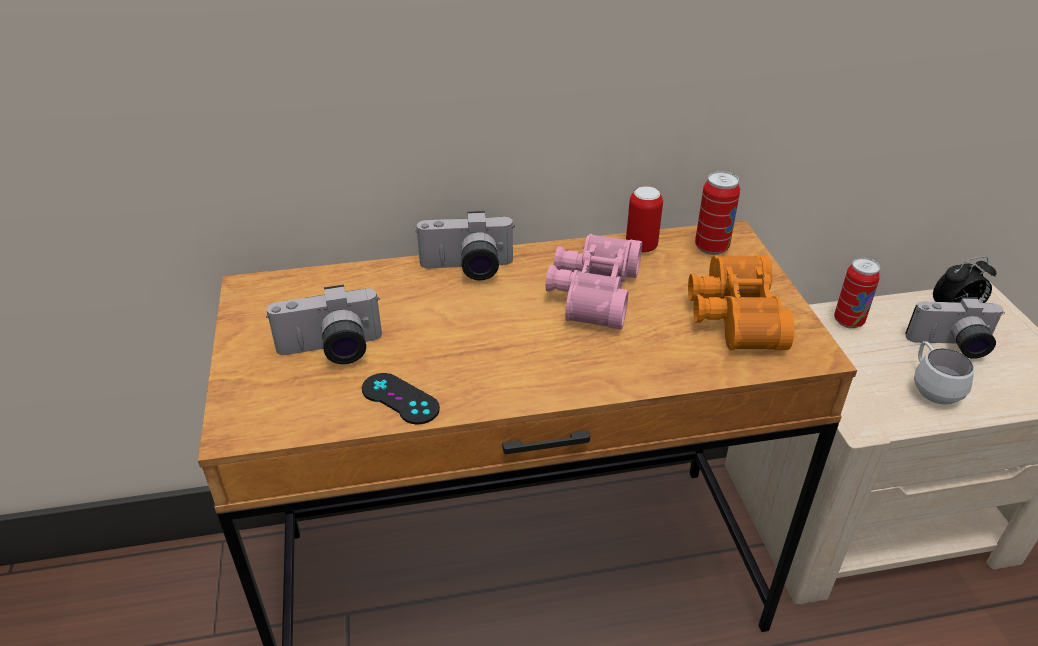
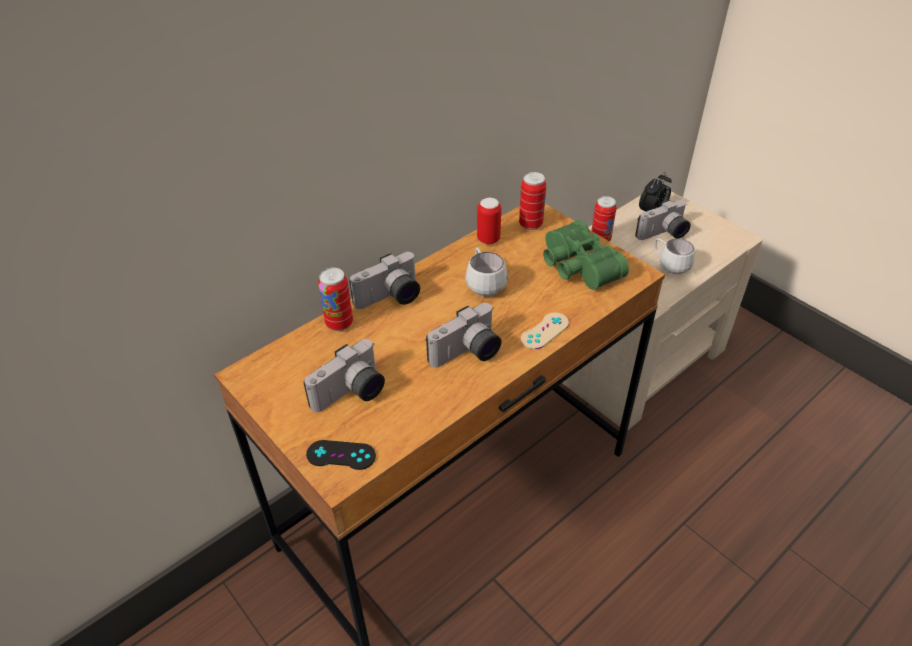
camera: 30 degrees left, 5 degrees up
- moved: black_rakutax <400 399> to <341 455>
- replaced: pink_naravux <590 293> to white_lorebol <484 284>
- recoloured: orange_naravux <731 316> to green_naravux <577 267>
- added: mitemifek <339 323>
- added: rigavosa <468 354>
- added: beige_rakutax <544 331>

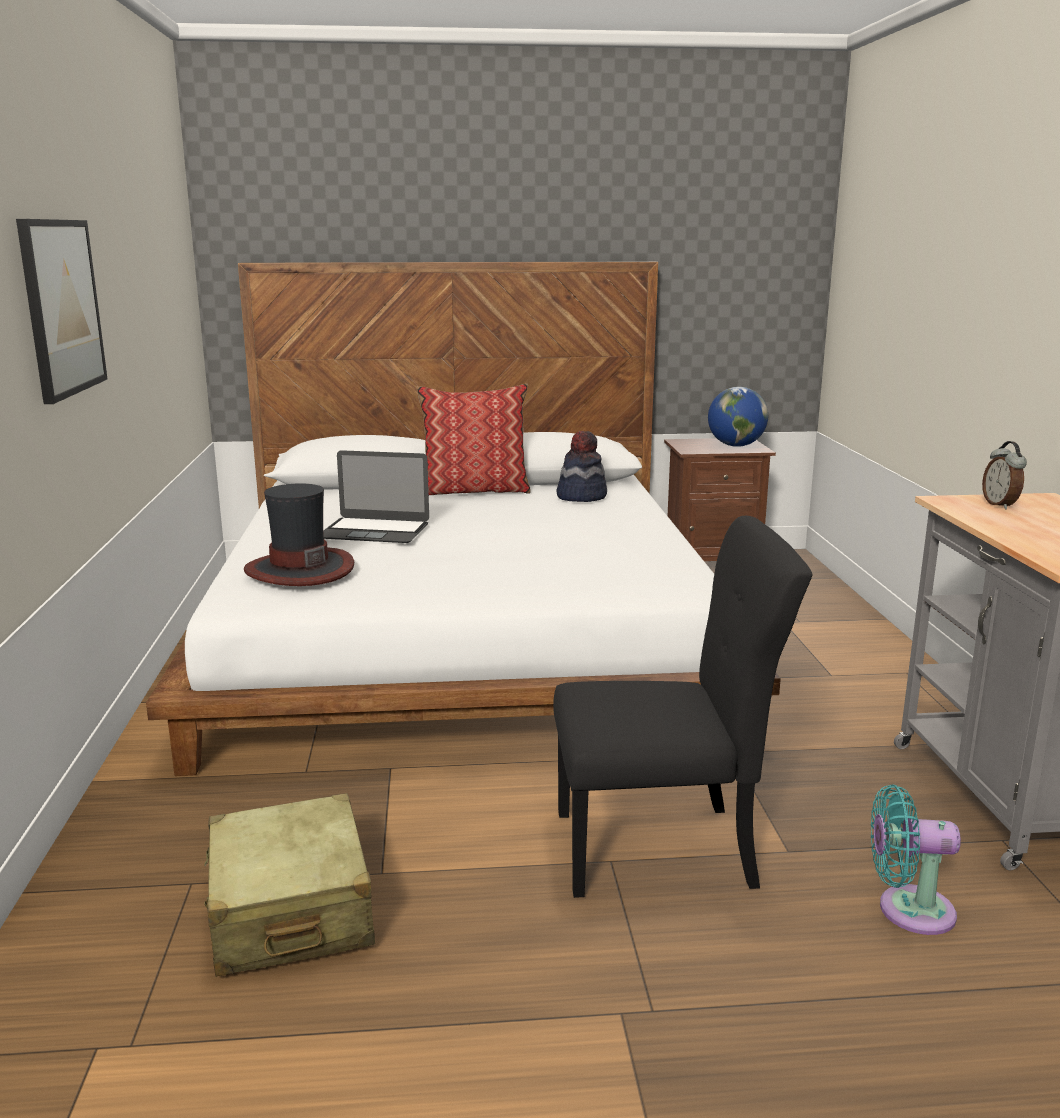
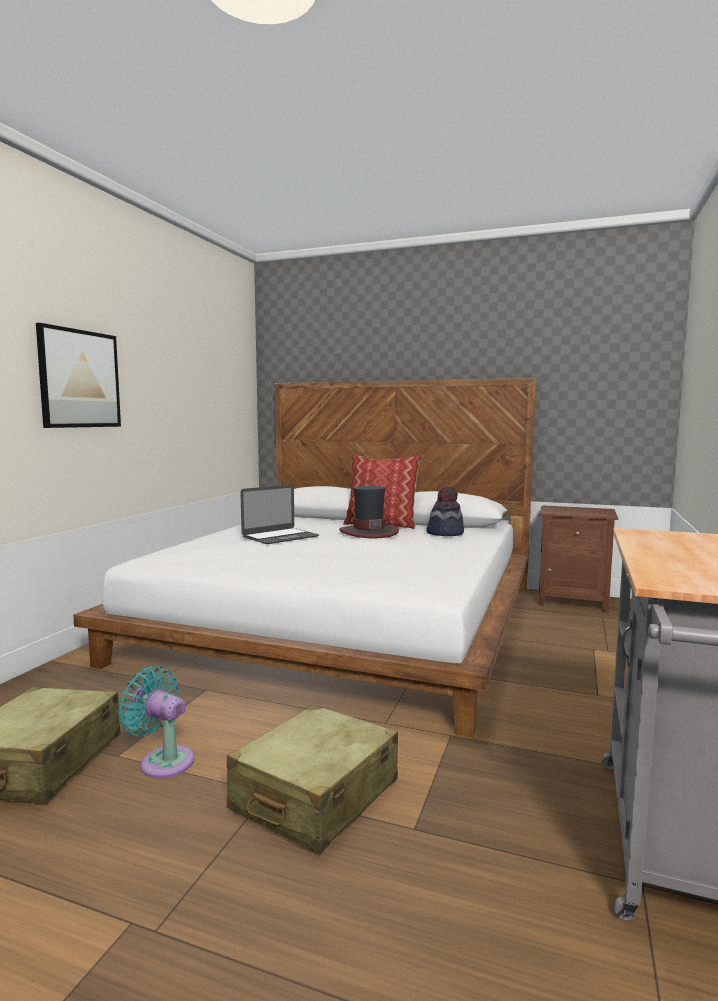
camera: 25 degrees right, 10 degrees down
- moved: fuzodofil <299 569> to <368 532>
- turned: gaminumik <374 531> = <280 536> 75 degrees counterclockwise
- replaced: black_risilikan <663 849> to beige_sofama <315 796>
- removed: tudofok <736 446>
- moved: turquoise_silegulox <908 910> to <163 760>
- removed: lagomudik <1000 505>

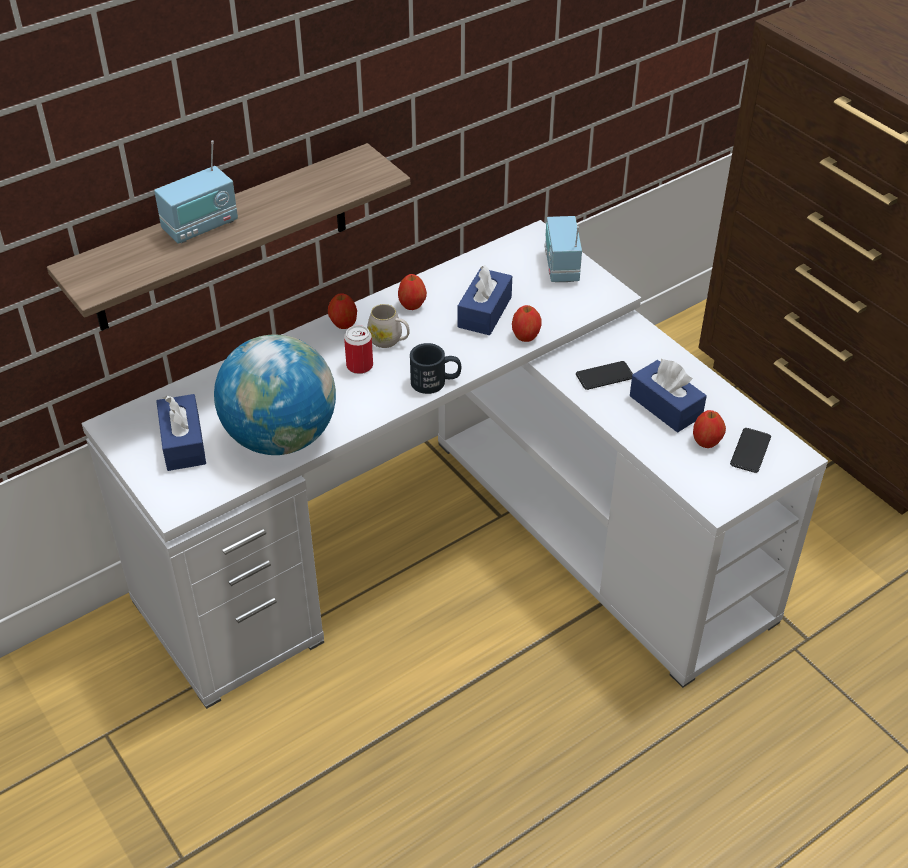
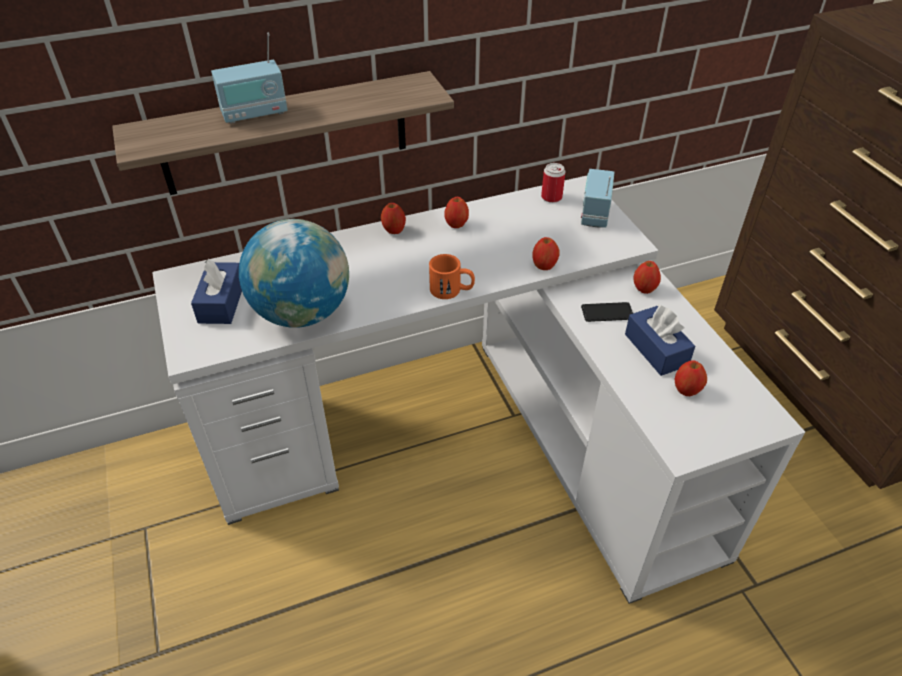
camera: 15 degrees right, 0 degrees up
- moved: mitemifek <359 366> to <551 197>
- removed: white_lorebol <389 340>
- recoloured: black_lorebol <435 382> to orange_lorebol <452 290>
- removed: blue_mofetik <484 312>
- removed: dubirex <750 451>
- added: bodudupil <644 288>

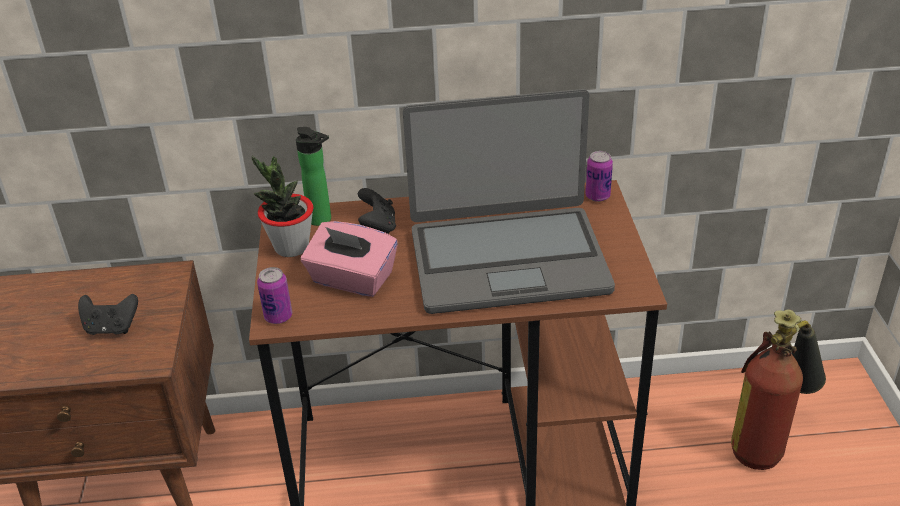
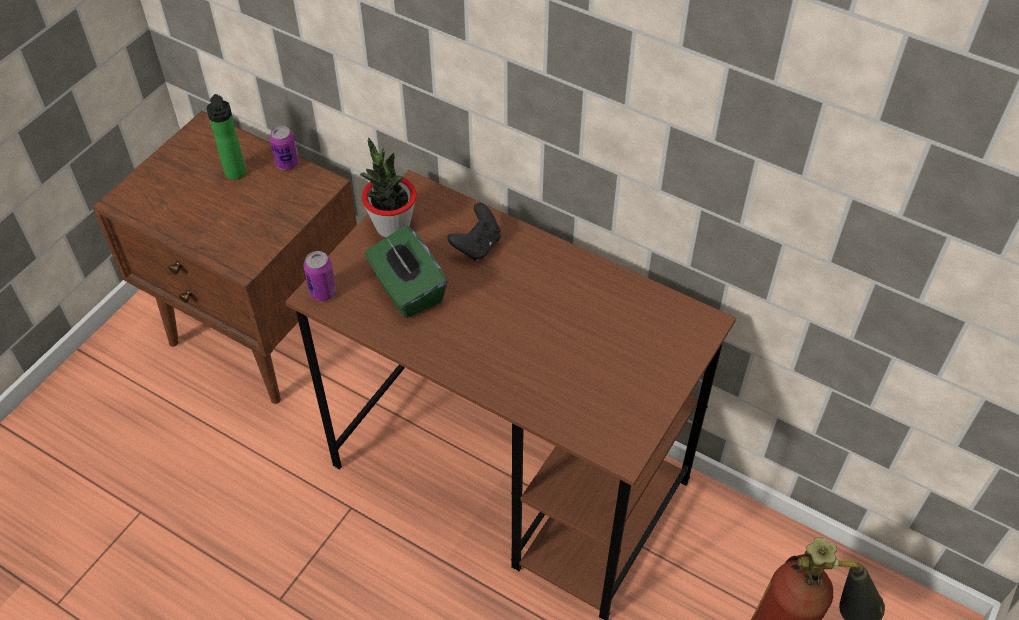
camera: 35 degrees right, 15 degrees up
- removed: black_rakutax <111 328>
- moved: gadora <322 220> to <236 175>
- recoloured: pink_mofetik <352 280> to green_mofetik <407 290>
- removed: gaminumik <507 259>
- moved: mitemifek <597 196> to <287 164>

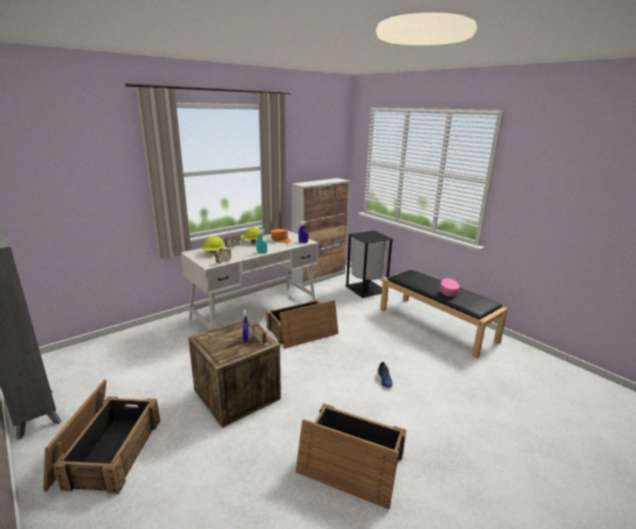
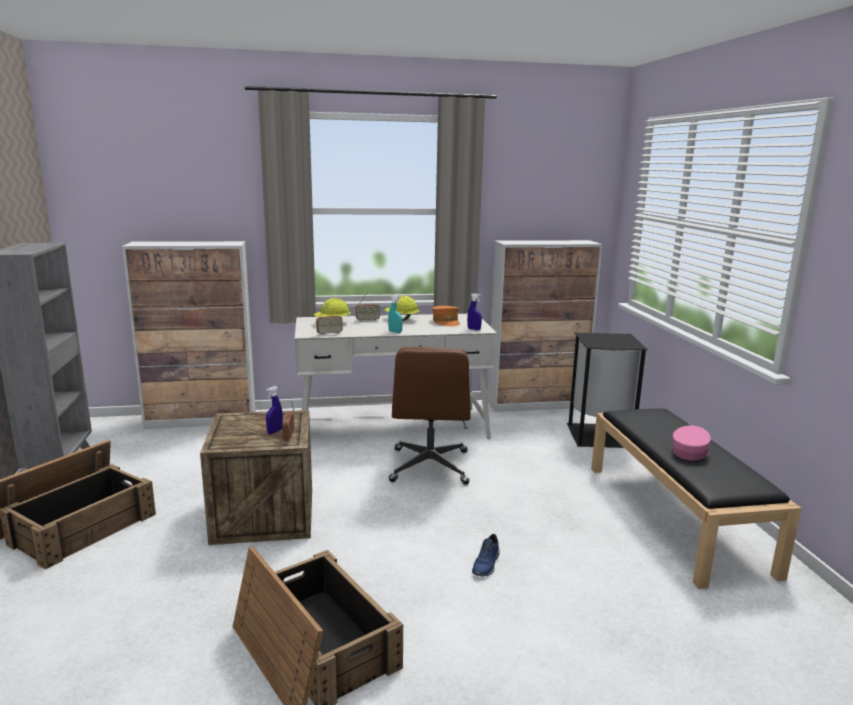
camera: 30 degrees right, 5 degrees down
- replaced: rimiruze <301 331> to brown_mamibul <430 467>
- added: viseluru <202 420>

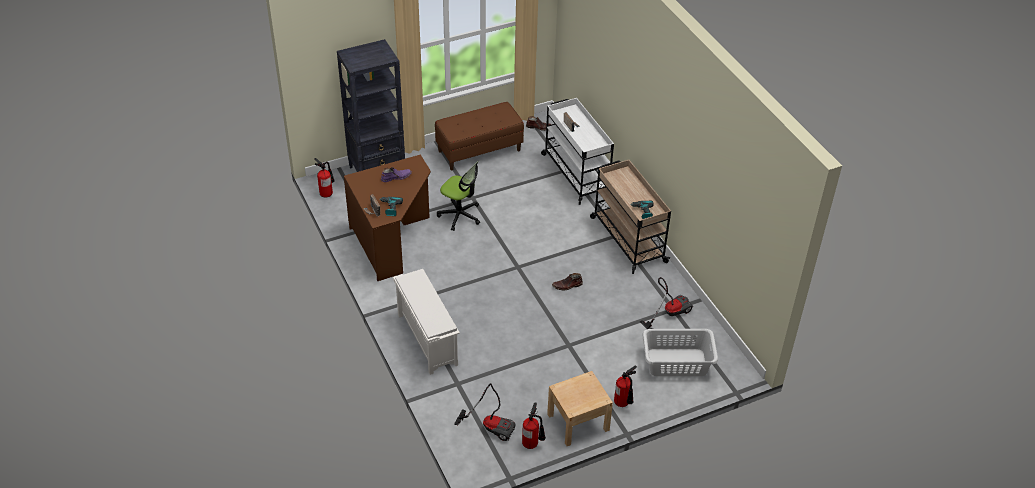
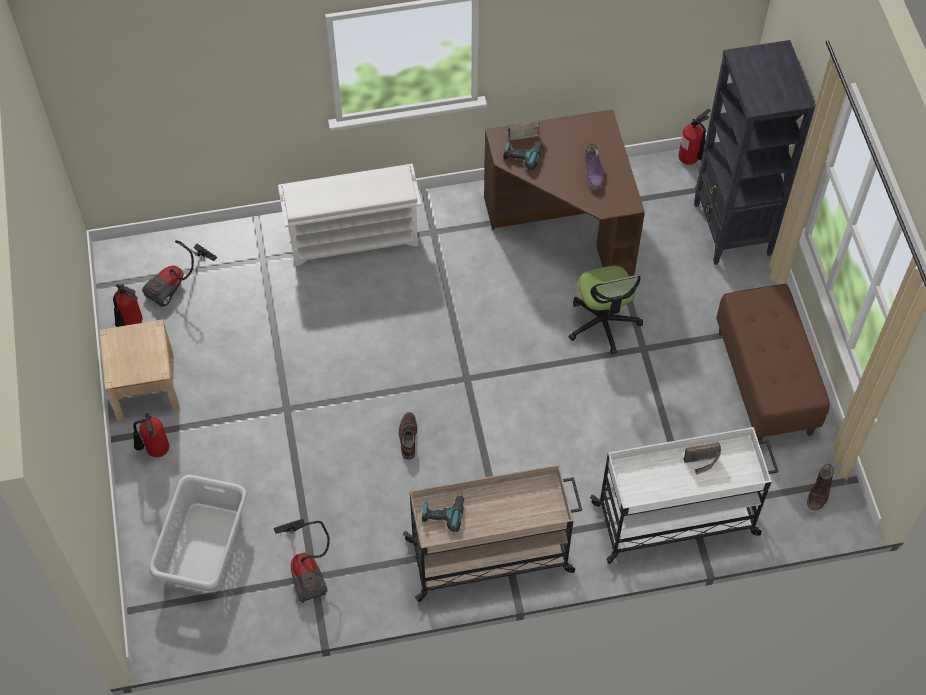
camera: 105 degrees right, 15 degrees up
- turned: mamibul <460 215> = <603 323> 60 degrees counterclockwise

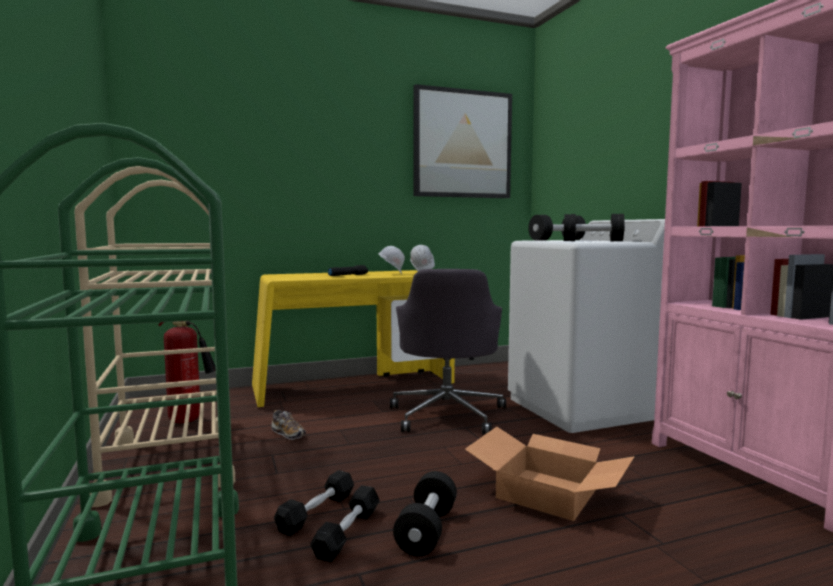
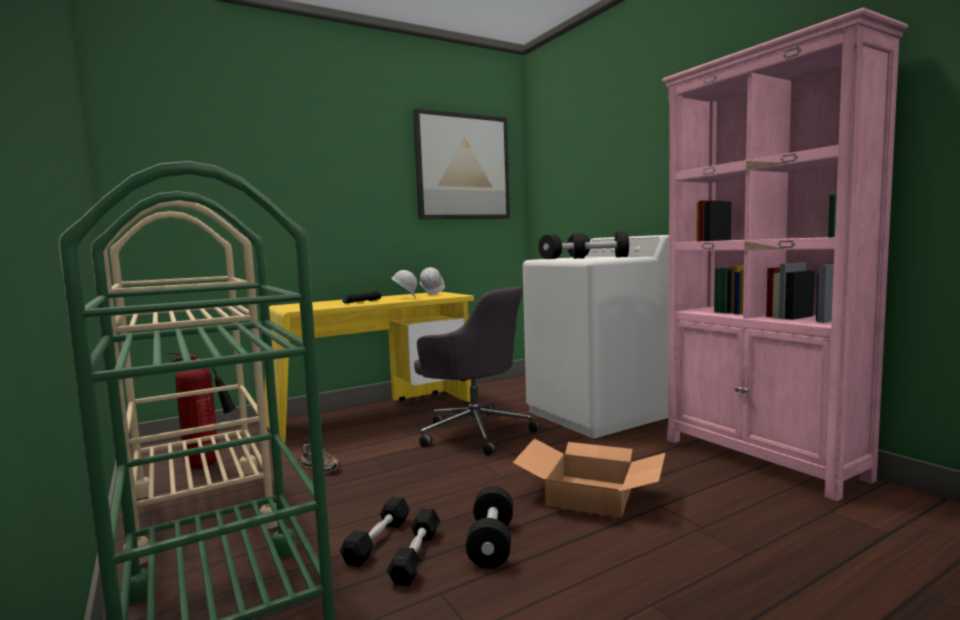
camera: 10 degrees left, 0 degrees up
- turned: grey_mamibul <448 414> = <475 432> 45 degrees counterclockwise

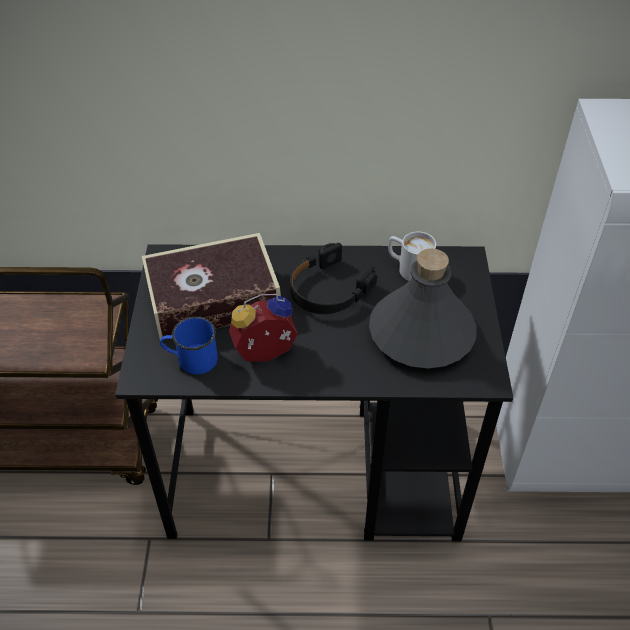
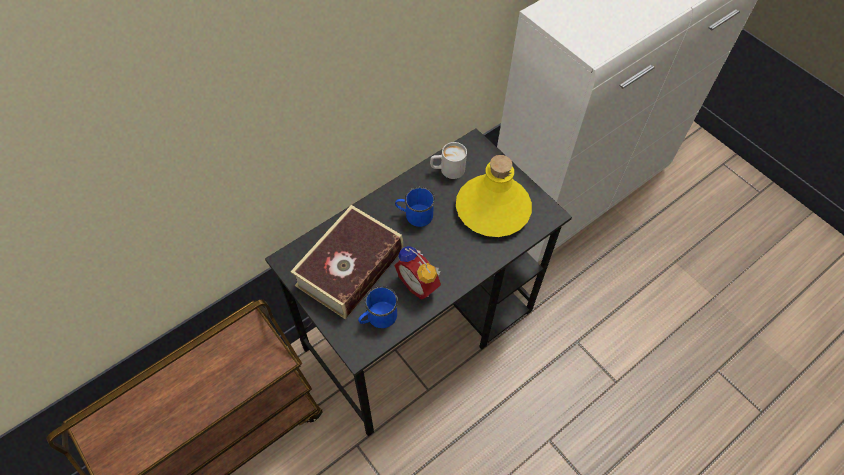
camera: 40 degrees left, 10 degrees up
- turned: lagomudik <266 355> = <420 284> 75 degrees counterclockwise
- replaced: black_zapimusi <328 290> to blue_lorebol <414 215>
- recoloured: grey_gadora <422 334> to yellow_gadora <493 209>

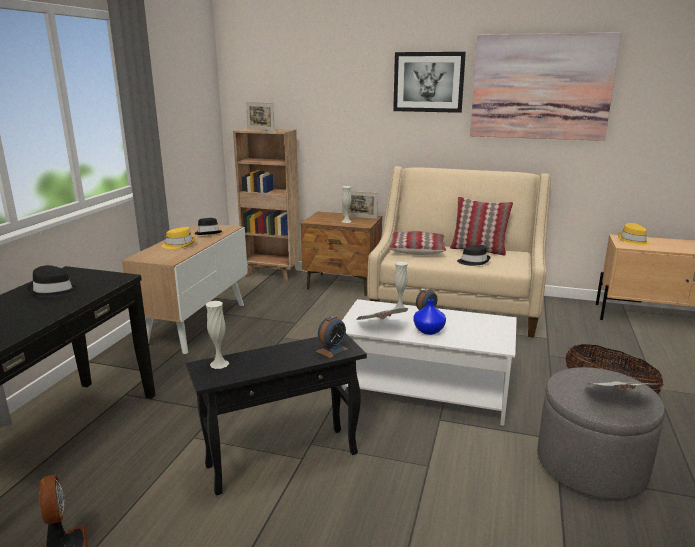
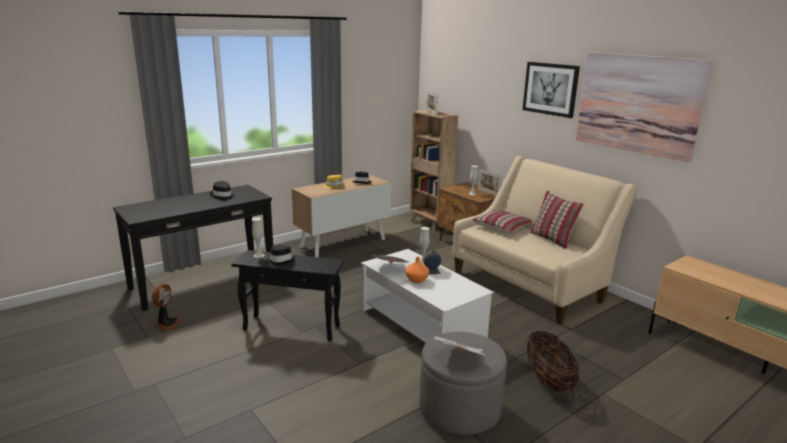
camera: 35 degrees right, 0 degrees up
- removed: lagomudik <332 350>
- recoloured: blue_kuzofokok <429 331> to orange_kuzofokok <416 280>
- moved: black_fuzodofil <473 261> to <280 260>
- removed: yellow_fuzodofil <633 241>

